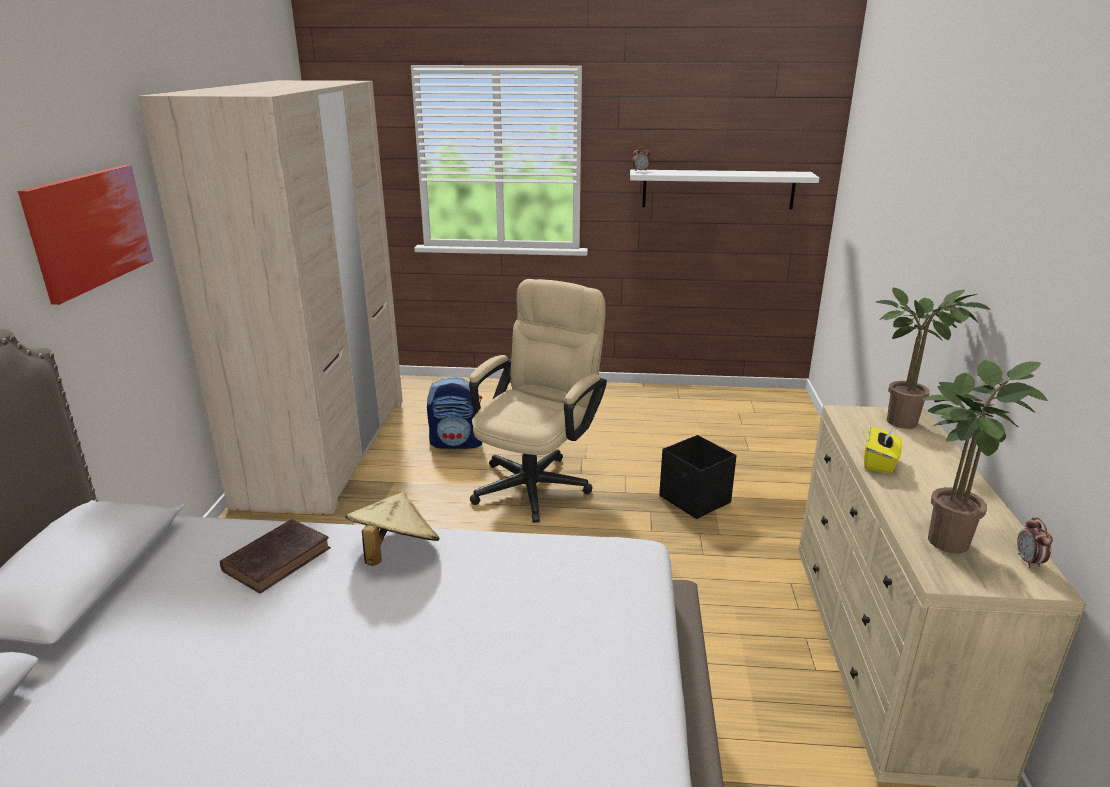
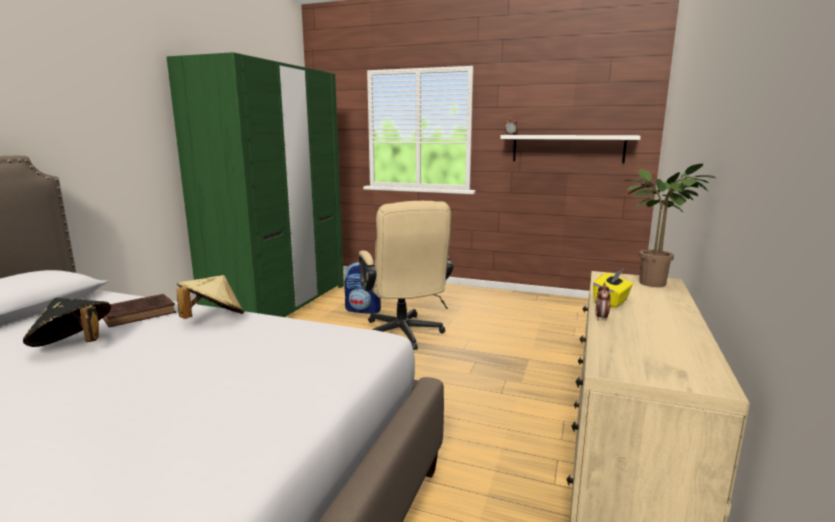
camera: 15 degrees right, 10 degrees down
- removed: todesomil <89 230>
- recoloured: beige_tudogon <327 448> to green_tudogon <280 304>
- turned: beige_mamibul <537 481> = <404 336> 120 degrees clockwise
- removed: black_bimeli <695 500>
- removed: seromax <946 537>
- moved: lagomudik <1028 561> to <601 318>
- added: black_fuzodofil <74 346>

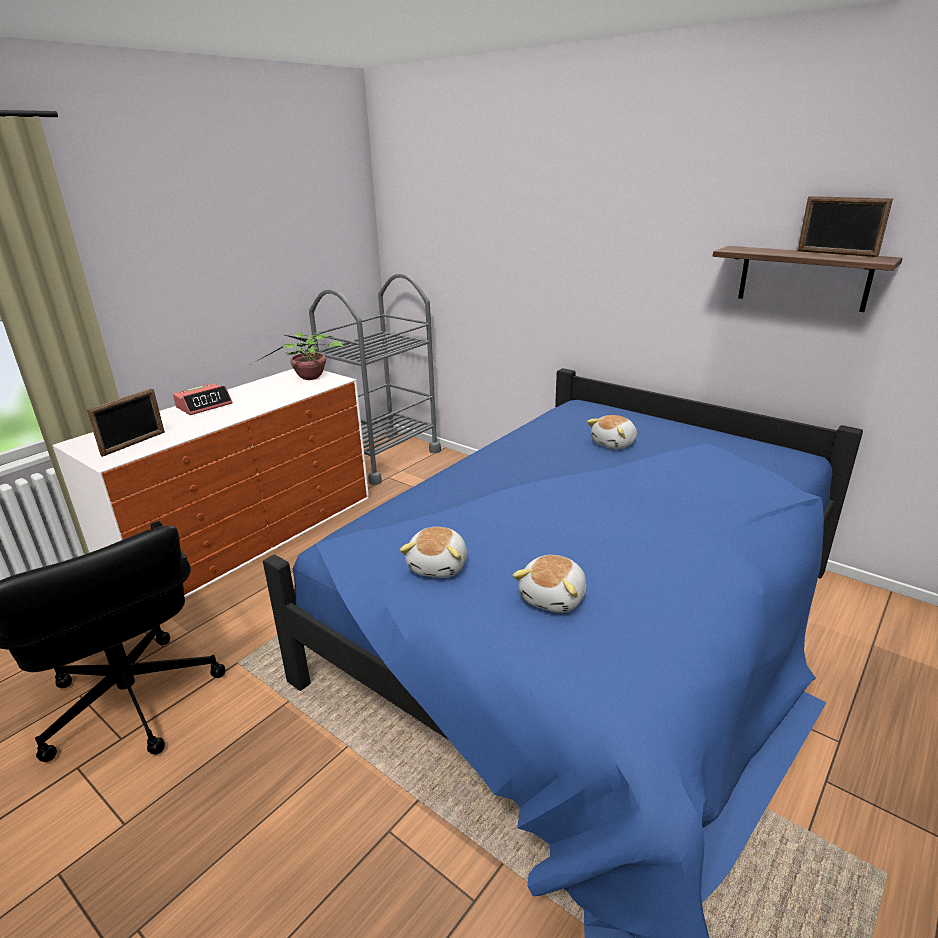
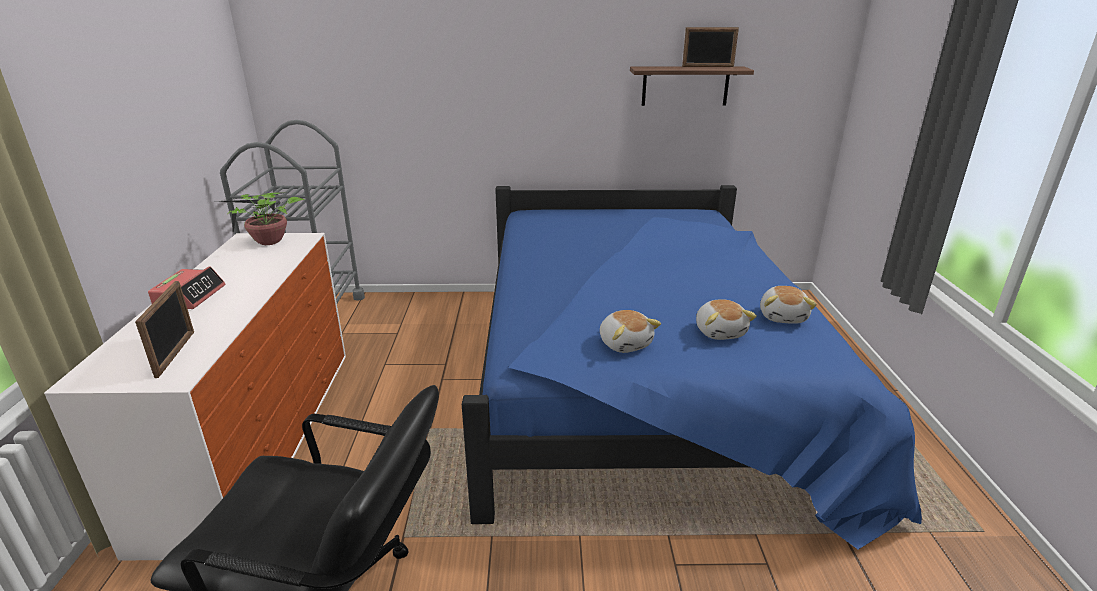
camera: 40 degrees left, 0 degrees up
- moved: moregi <614 443> to <783 316>

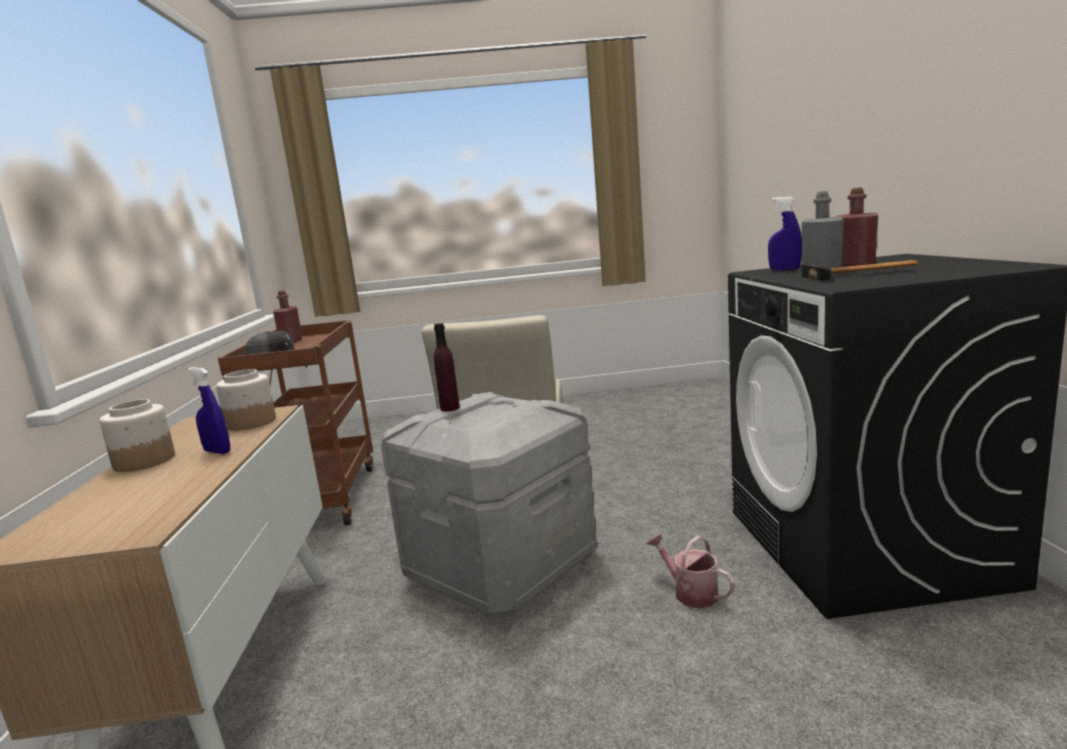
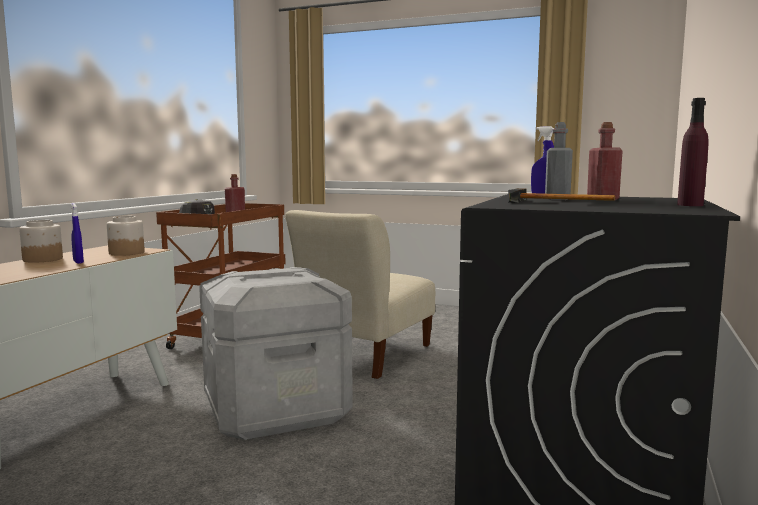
camera: 25 degrees right, 5 degrees down
- moved: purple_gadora <450 408> to <690 205>
- removed: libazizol <690 592>

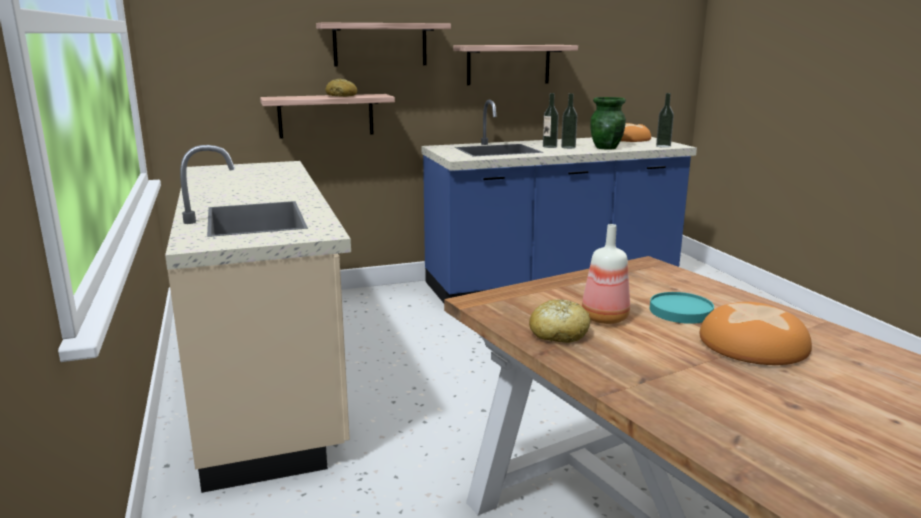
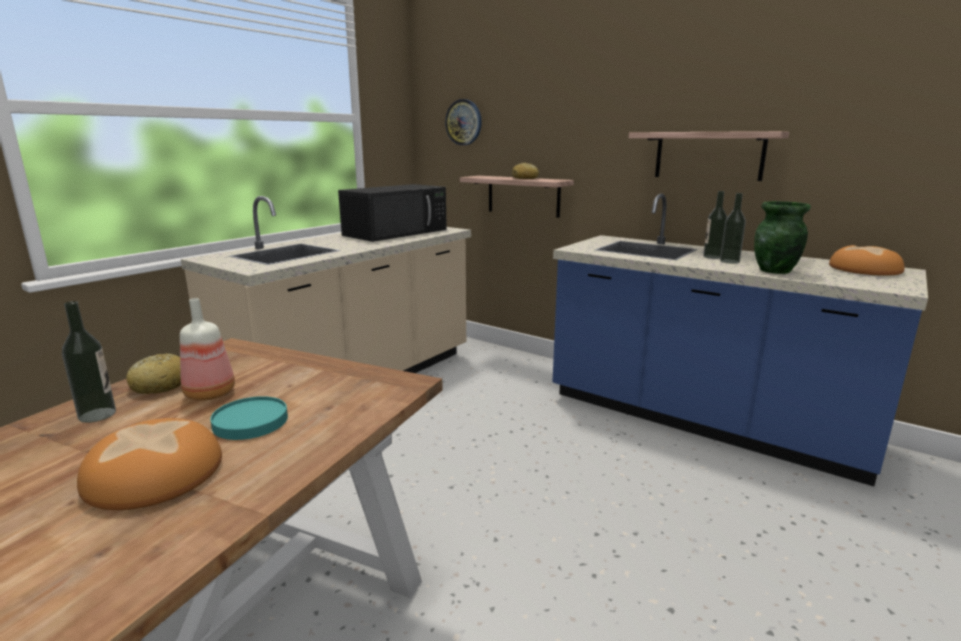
camera: 55 degrees right, 0 degrees up
- removed: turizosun <380 44>
- moved: gadora <663 146> to <97 415>
- added: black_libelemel <396 232>
- added: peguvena <464 122>

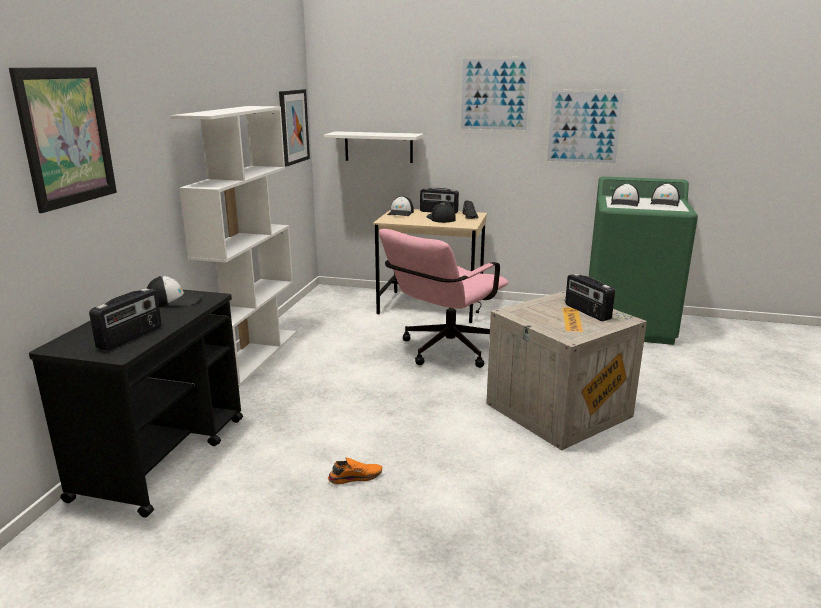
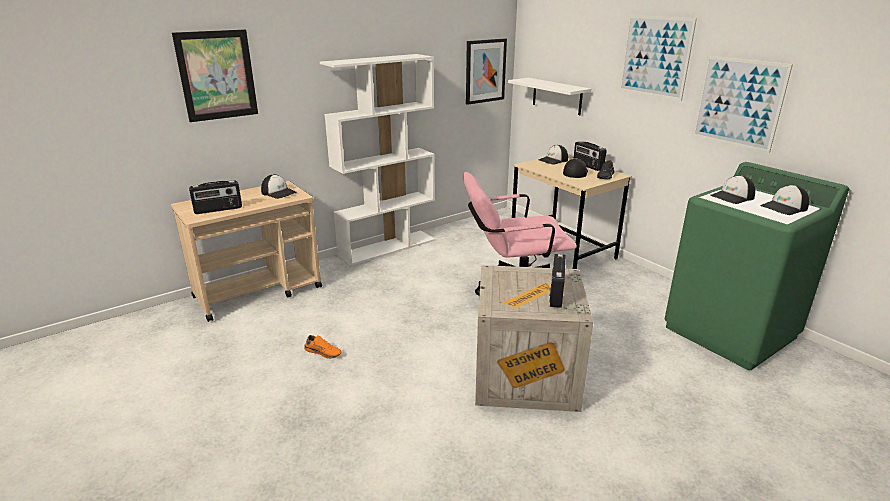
camera: 40 degrees right, 5 degrees up
- recoloured: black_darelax <163 456> to beige_darelax <259 292>

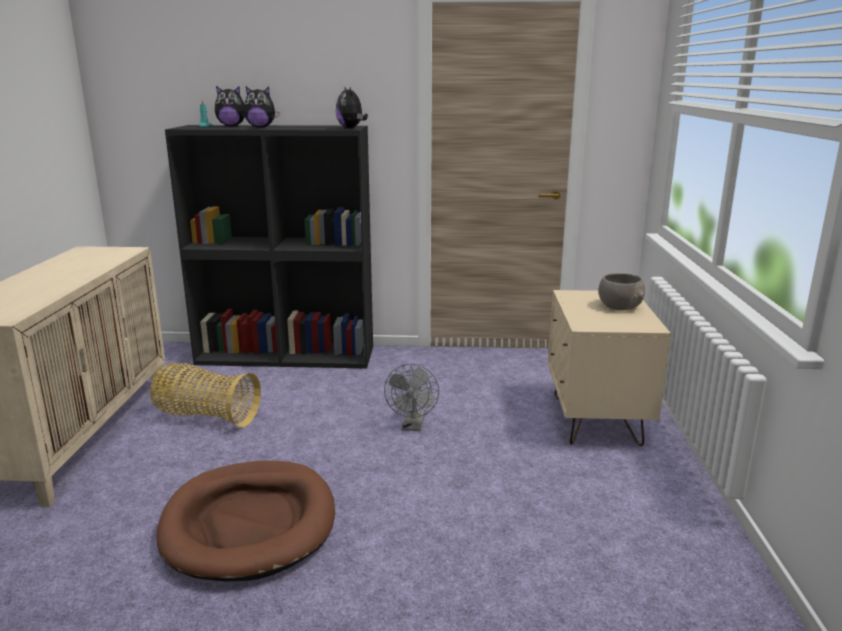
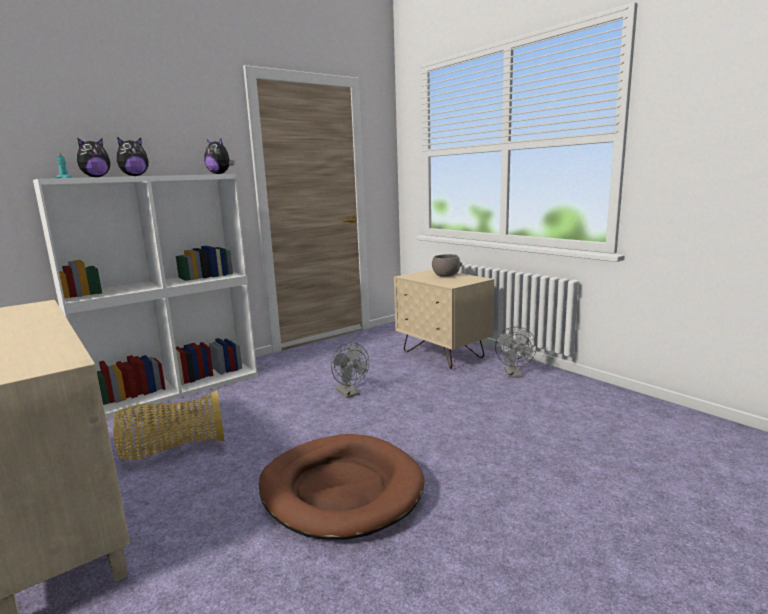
camera: 40 degrees left, 5 degrees down
- recoloured: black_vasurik <287 355> to white_vasurik <174 388>
- added: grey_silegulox <514 375>

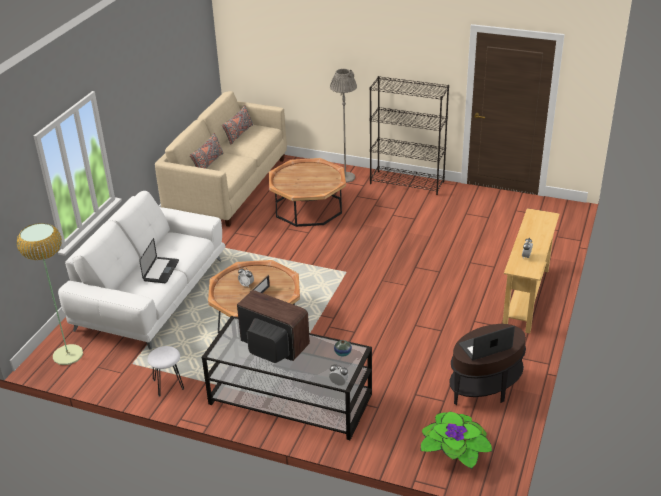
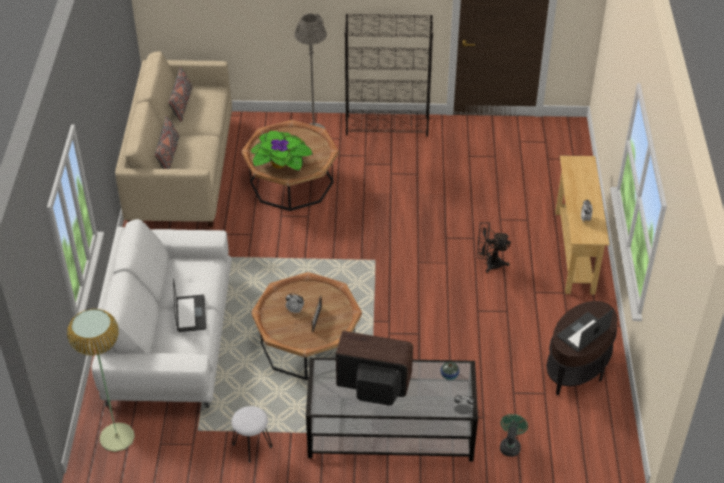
camera: 20 degrees left, 10 degrees up
- moved: seromax <454 451> to <281 163>
- added: black_silegulox <489 263>
- added: green_silegulox <510 445>

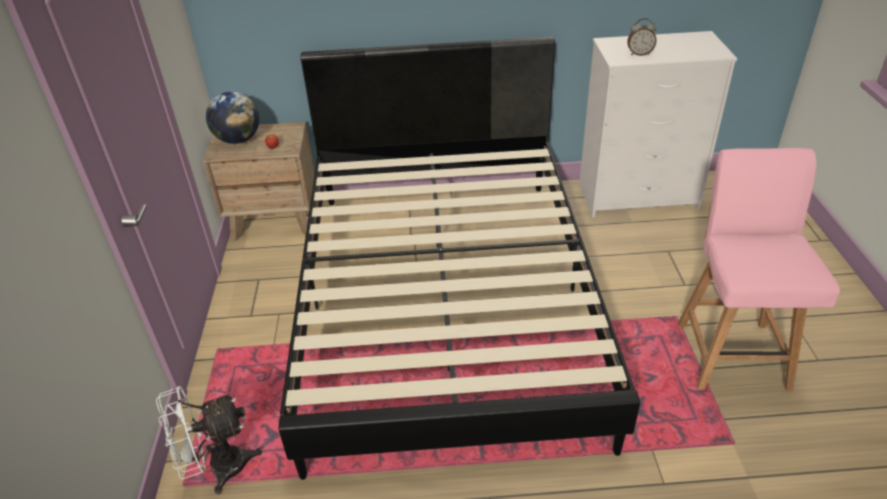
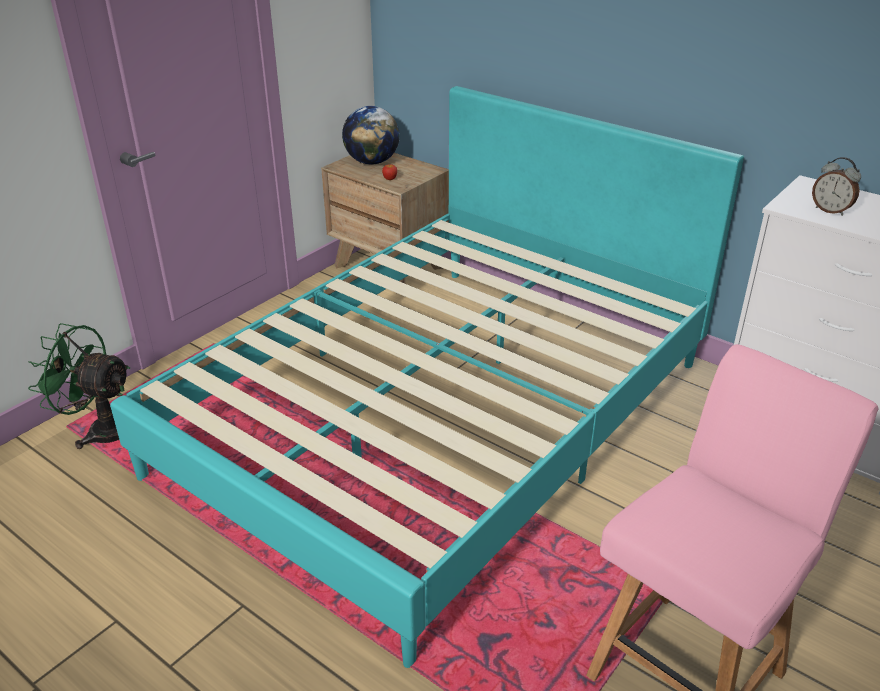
camera: 40 degrees right, 5 degrees down
- recoloured: white_silegulox <218 469> to green_silegulox <100 431>
- recoloured: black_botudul <446 300> to turquoise_botudul <441 416>

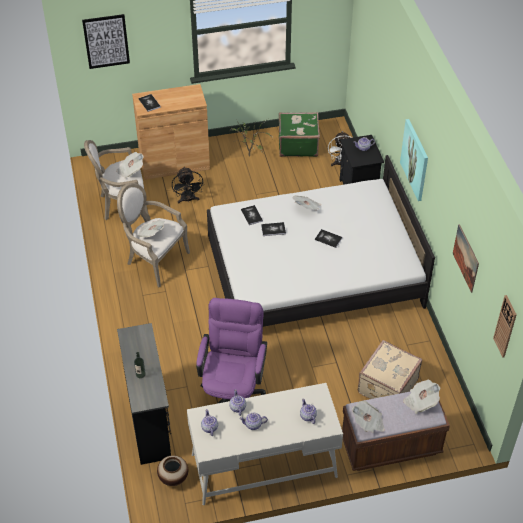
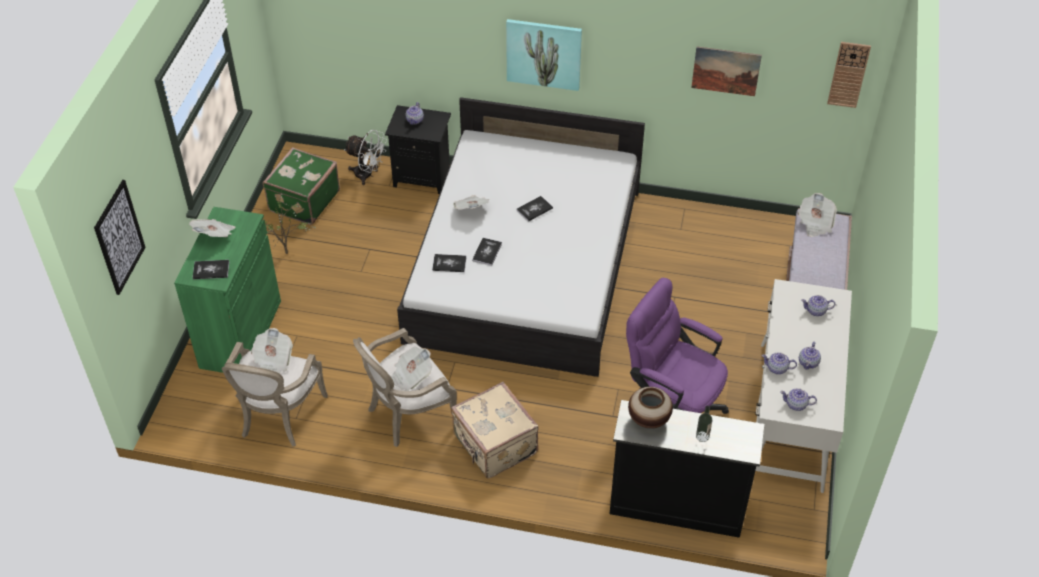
camera: 65 degrees left, 0 degrees up
- recoloured: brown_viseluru <174 163> to green_viseluru <240 334>
- moved: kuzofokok <173 478> to <649 419>
- removed: black_silegulox <188 200>
- moved: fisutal <368 423> to <215 235>
- moved: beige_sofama <386 386> to <494 445>

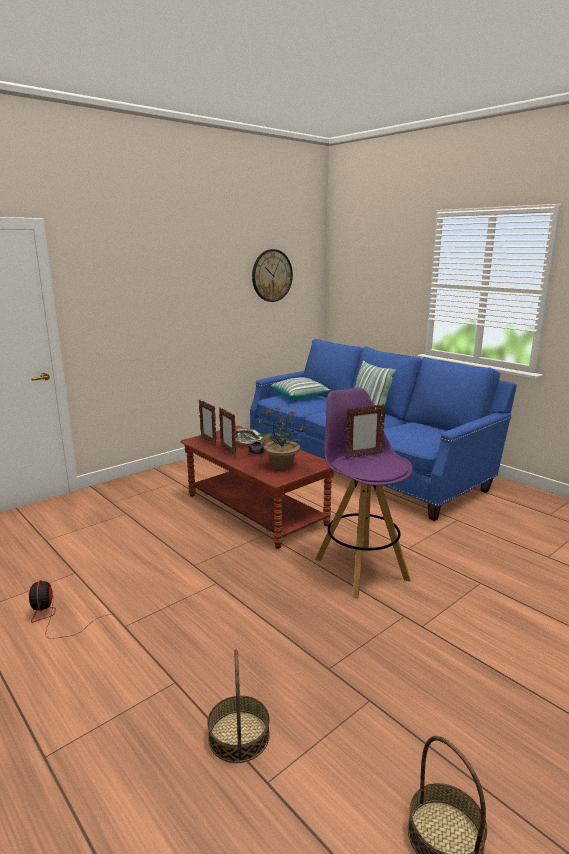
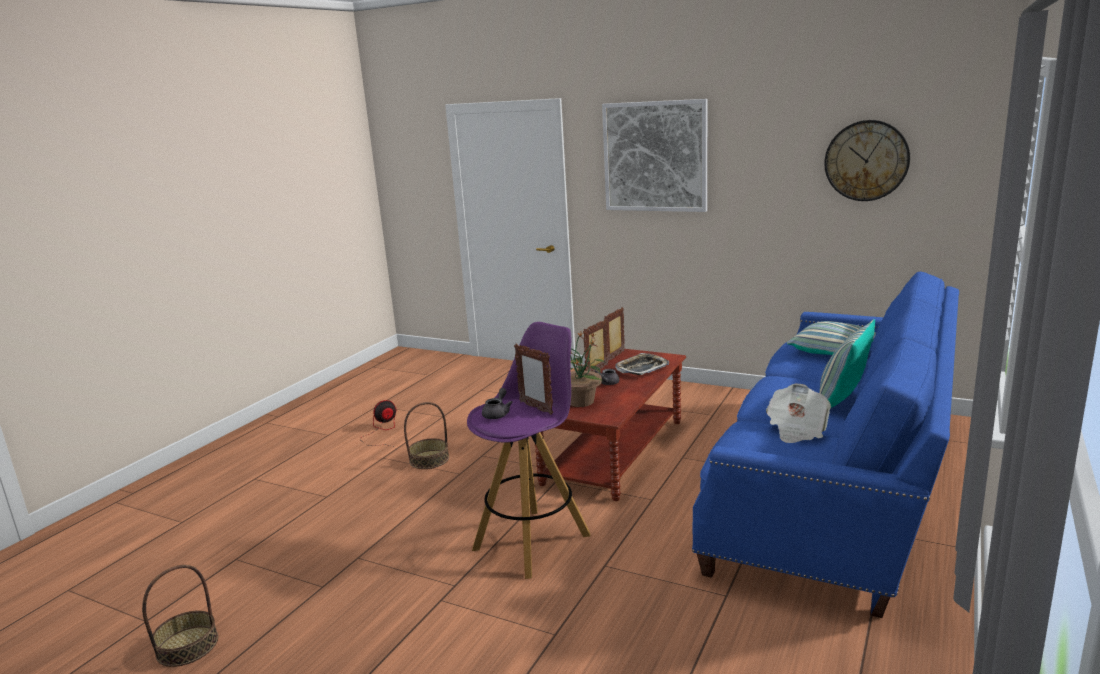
camera: 70 degrees right, 0 degrees up
- moved: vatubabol <238 736> to <429 459>
- added: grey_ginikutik <497 413>
- added: todesomil <655 156>
- added: fisutal <796 429>

